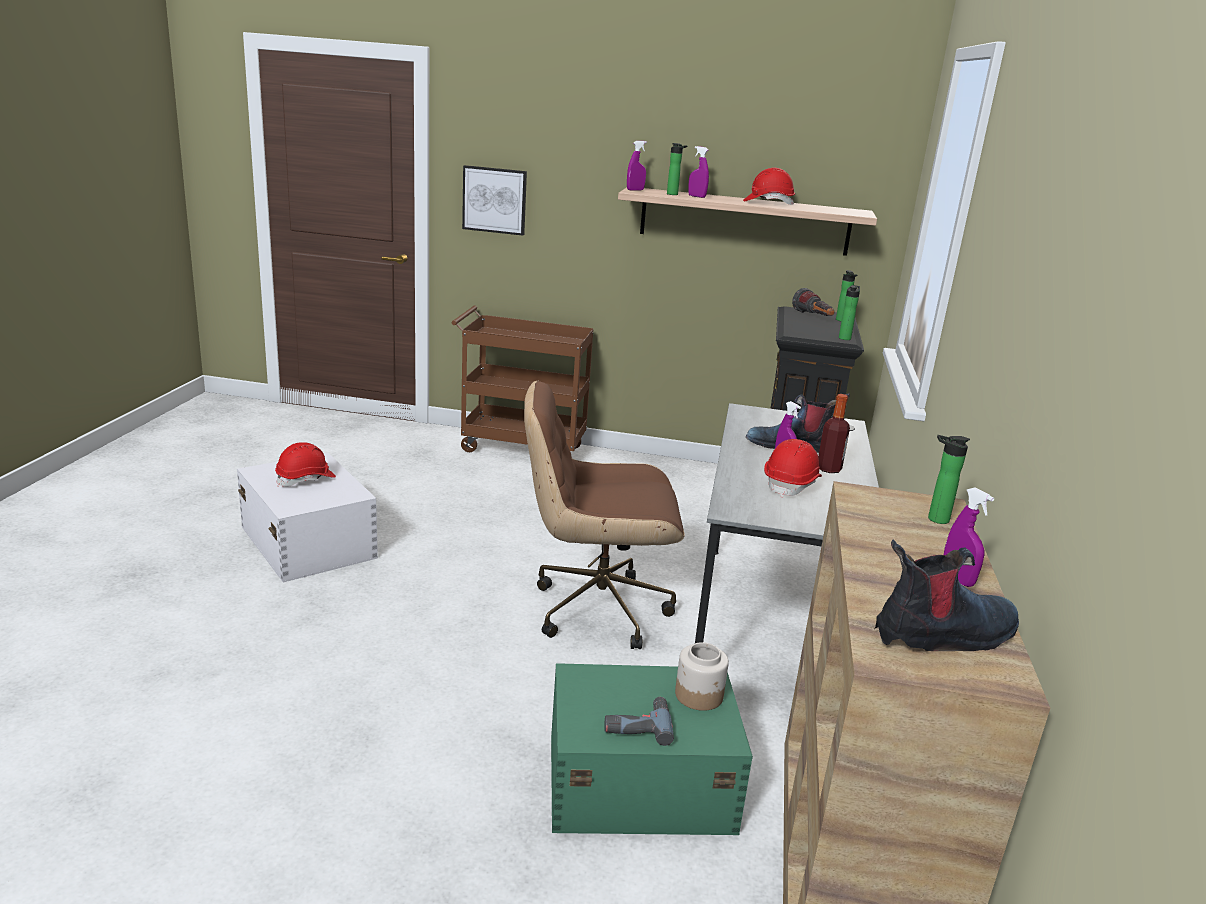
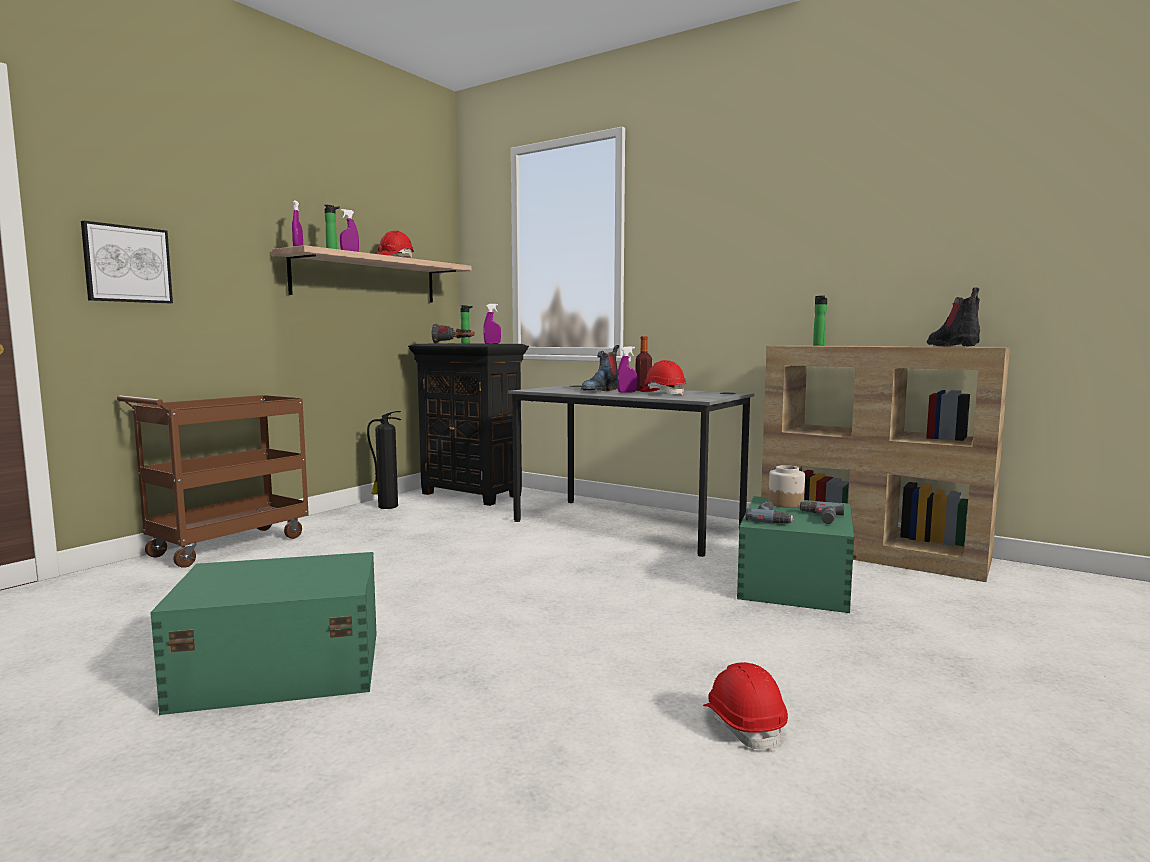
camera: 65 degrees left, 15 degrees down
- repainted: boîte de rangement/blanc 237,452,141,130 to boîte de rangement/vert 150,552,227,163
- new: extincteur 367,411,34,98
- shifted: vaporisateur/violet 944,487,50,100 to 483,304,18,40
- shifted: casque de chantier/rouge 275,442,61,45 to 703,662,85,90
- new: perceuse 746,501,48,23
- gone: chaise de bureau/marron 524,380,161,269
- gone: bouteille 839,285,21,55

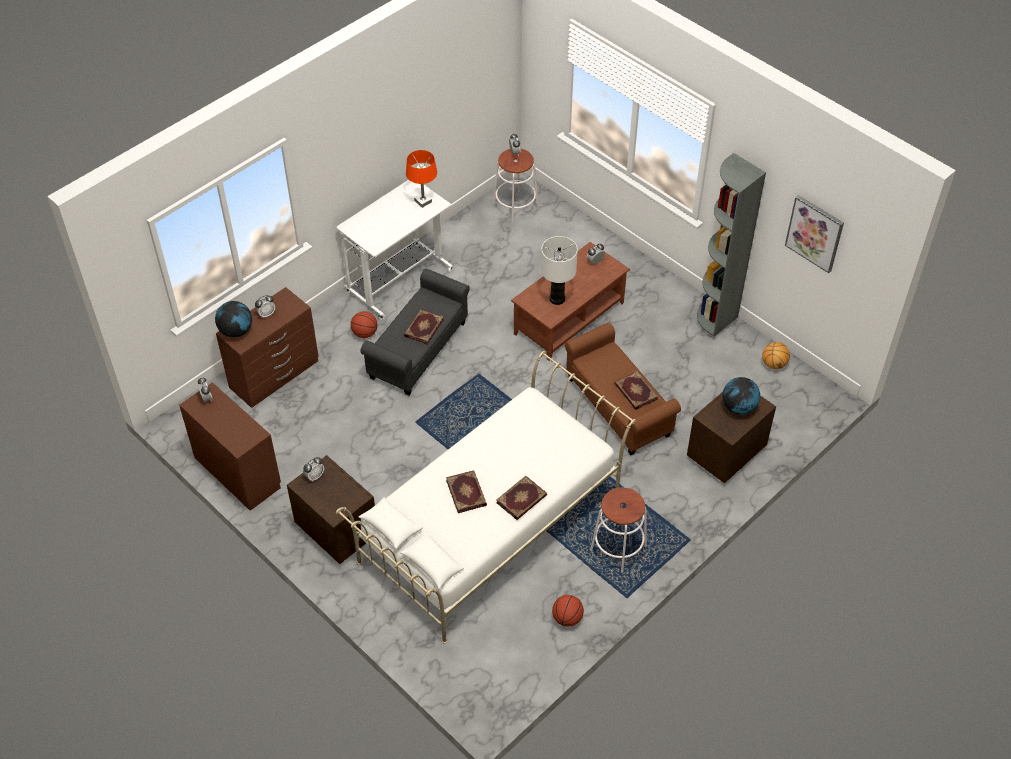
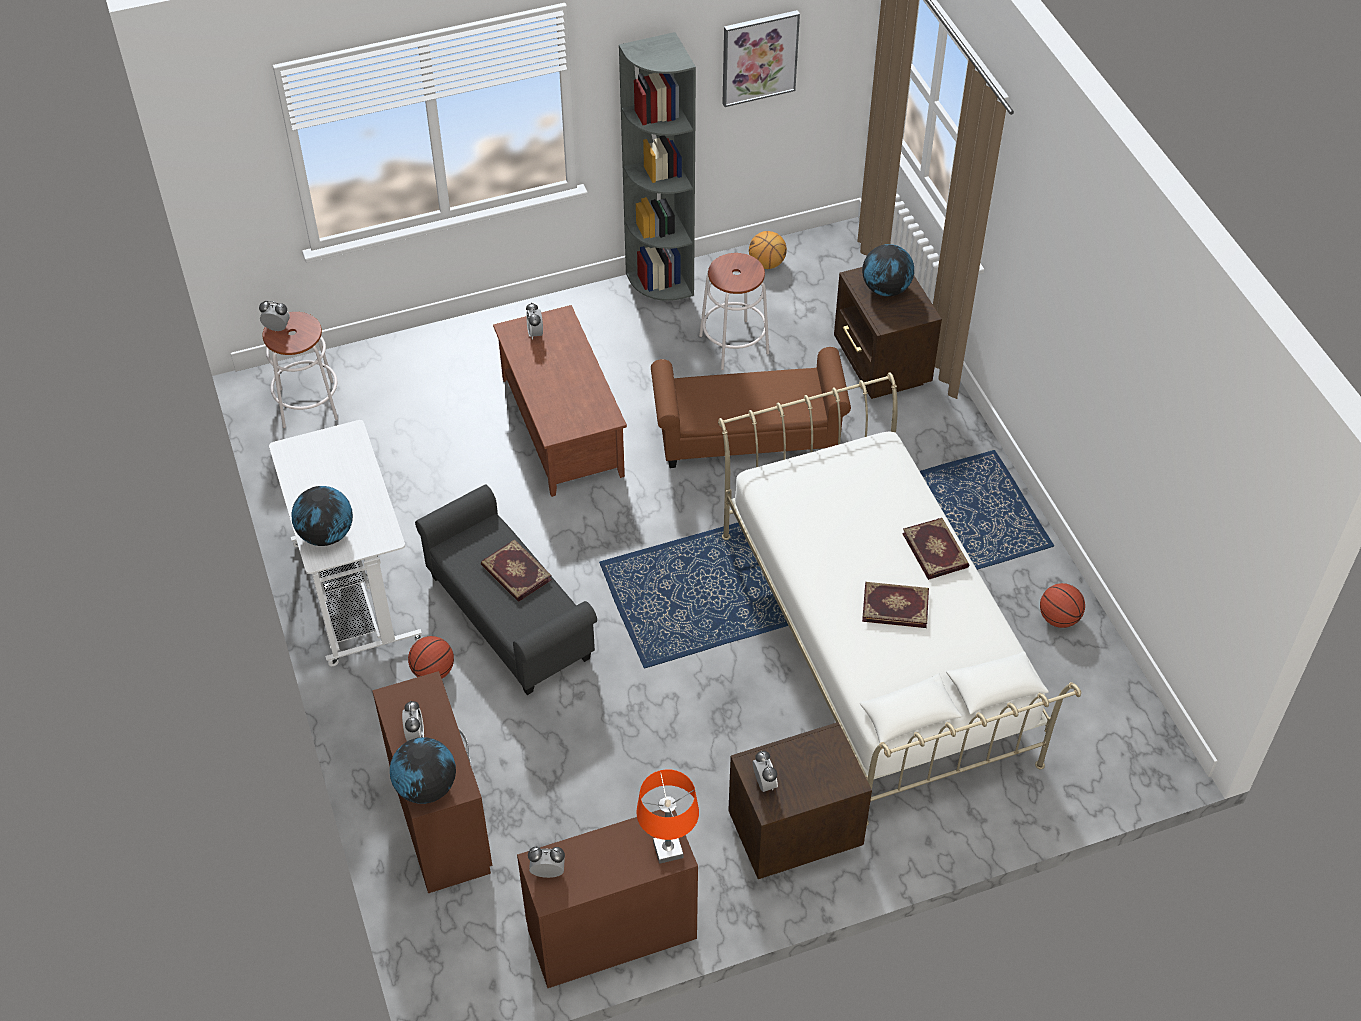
camera: 65 degrees left, 0 degrees up
- new: globe 291,486,62,60
- shifted: lampe de table/orange 406,150,31,58 to 636,769,63,95
- shifted: tabouret/blanc 590,488,57,85 to 699,253,70,117
- gone: lampe de table/blanc 541,236,37,69
- gone: livre 615,371,43,39

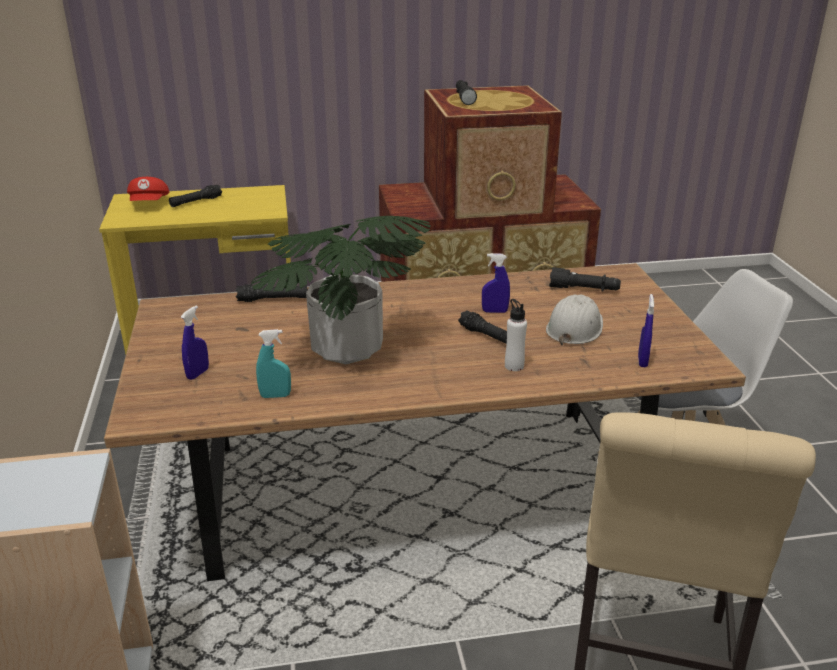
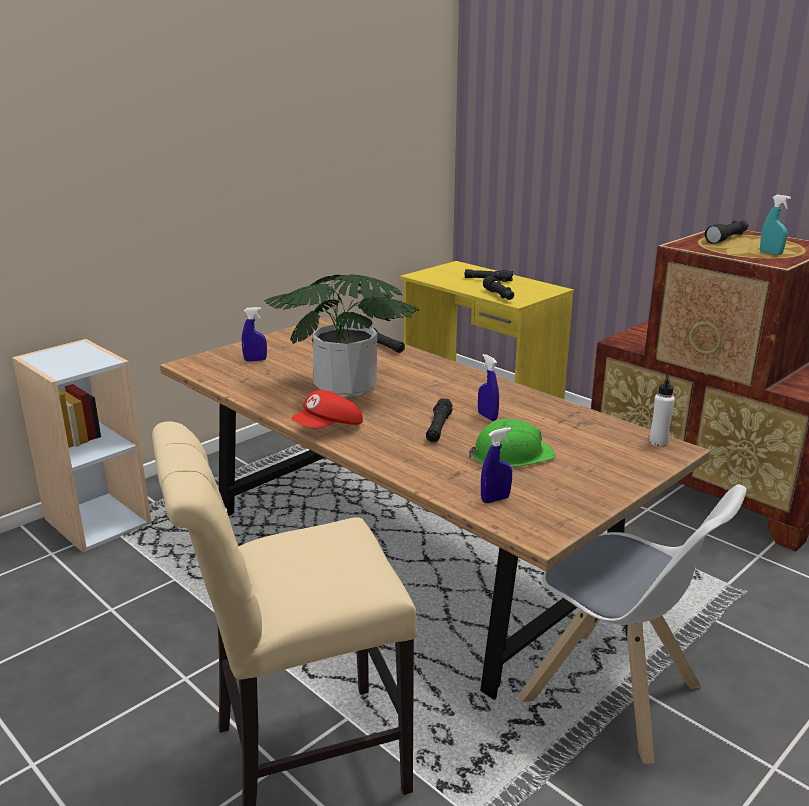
camera: 55 degrees right, 5 degrees down
- shifted: casquette/rouge 127,177,42,24 to 291,390,72,38
- repainted: casque de chantier/blanc 546,295,57,51 to casque de chantier/vert 469,419,87,48
- shifted: lampe de poche/noir 549,267,72,24 to 483,275,31,25
- shifted: bouteille/blanc 505,299,22,72 to 649,375,26,71
- shifted: vaporisateur/turquoise 256,329,35,69 to 760,195,31,60

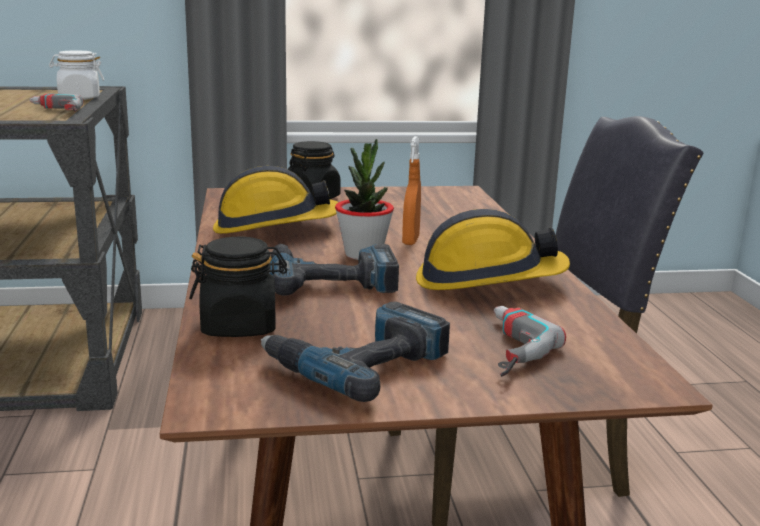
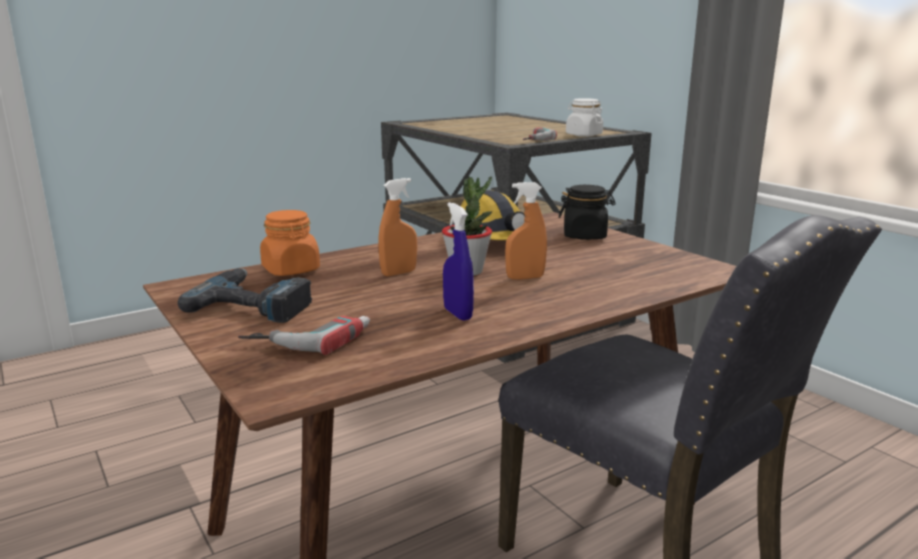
camera: 65 degrees right, 0 degrees up
- repainted: bocal/noir 189,237,98,100 to bocal/orange 260,210,60,66
- swapped: perceuse 269,244,130,51 to vaporisateur/orange 379,178,38,98
- swapped: casque de chantier 416,209,154,81 to vaporisateur/bleu 443,202,31,119

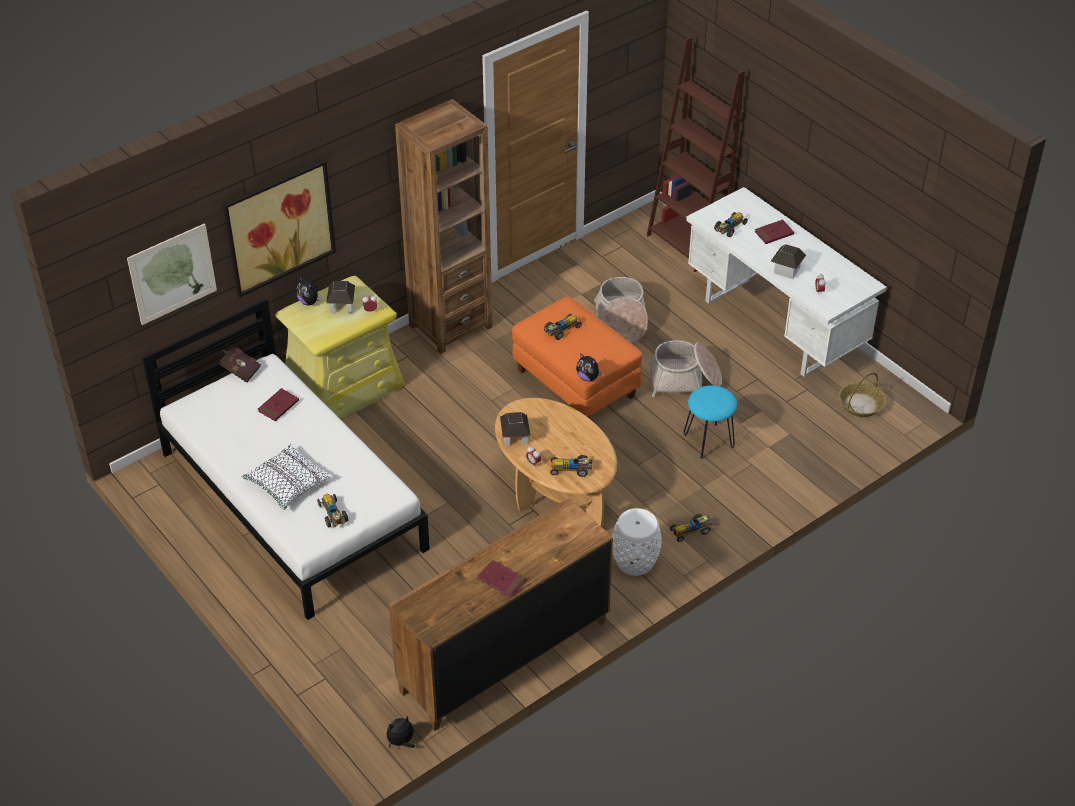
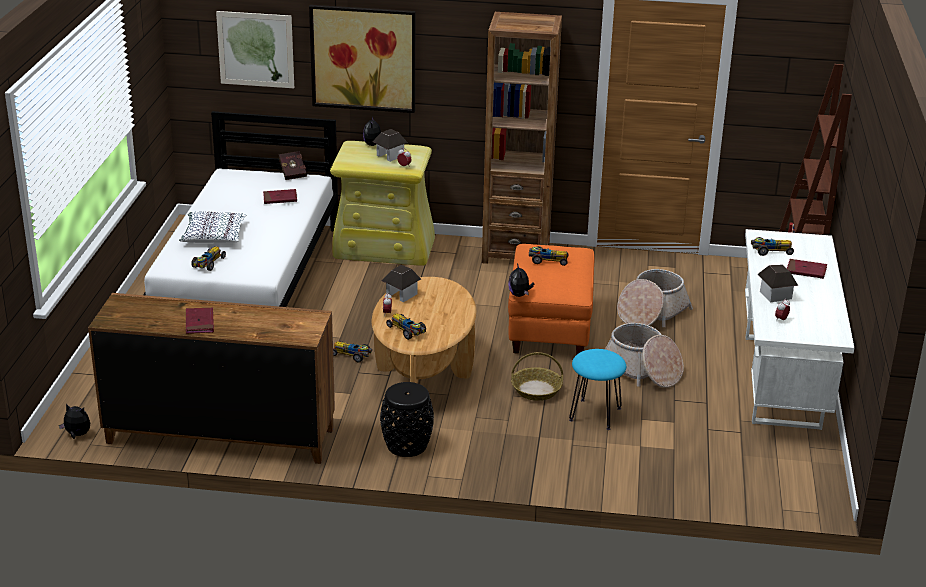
camera: 45 degrees right, 15 degrees down
- shifted: petite voiture 670,514,42,28 to 333,341,39,22
- repainted: tabouret/blanc 612,508,50,68 to tabouret/noir 380,382,54,75
- shifted: panier 839,372,47,45 to 511,352,52,49

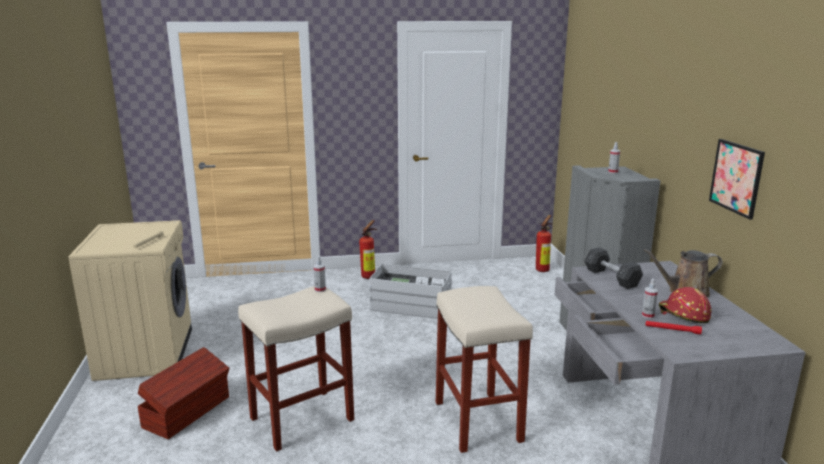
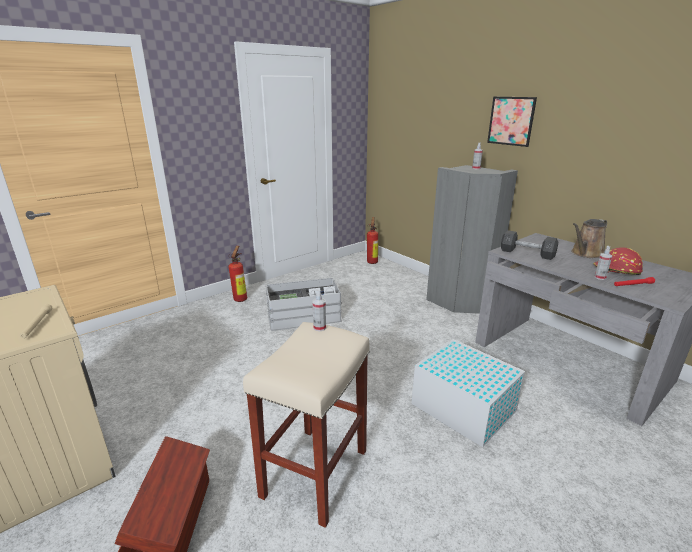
camera: 30 degrees left, 5 degrees up
- swapped: tabouret/beige 436,286,97,167 to boîte de rangement/blanc 412,339,113,108
- shifted: tableau 709,139,56,81 to 487,97,50,50

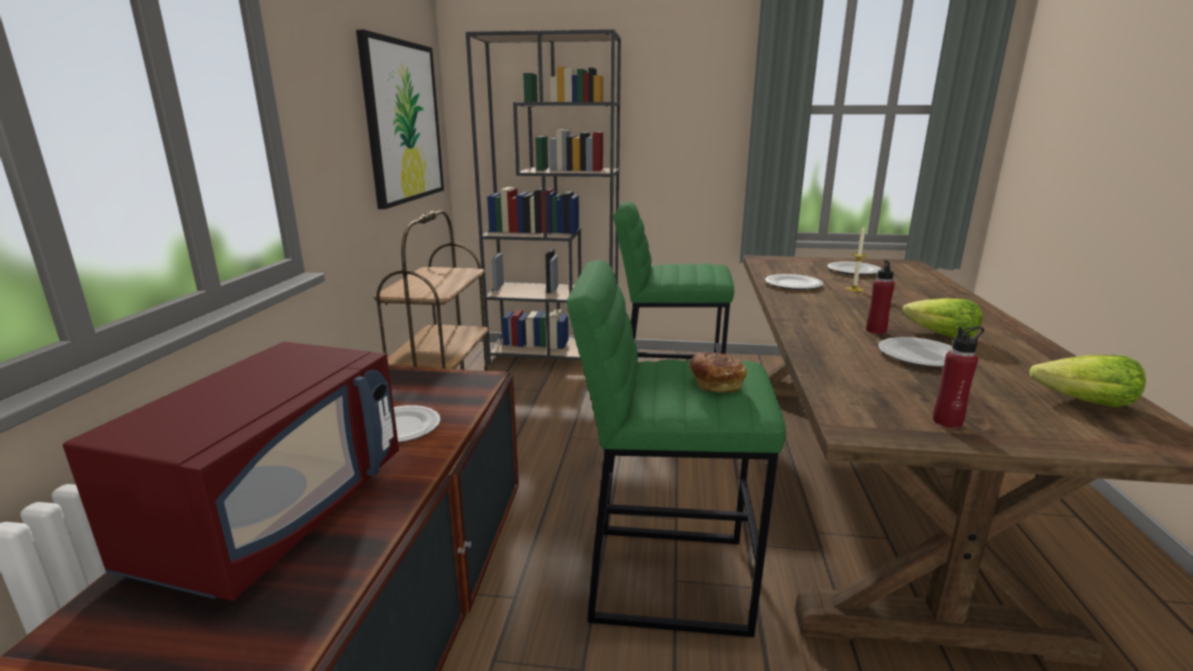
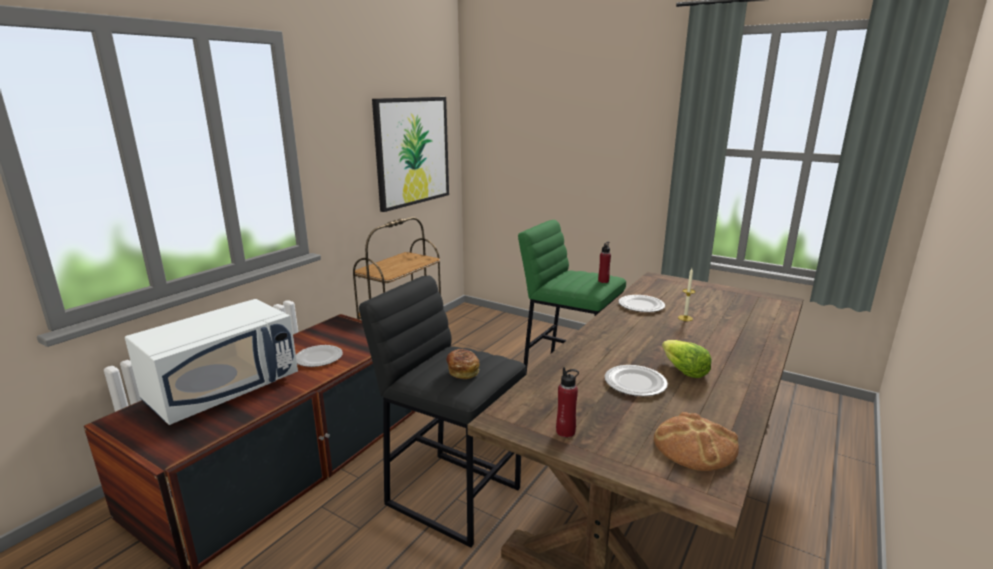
camera: 25 degrees right, 0 degrees up
- repainted: micro-ondes/rouge 63,342,336,259 to micro-ondes/blanc 125,299,173,126
- repainted: tabouret/vert 567,259,219,378 to tabouret/noir 359,276,167,272
- shifted: bouteille/rouge 866,260,29,74 to 598,242,13,41
- swapped: laitue 1029,355,117,52 to pain 654,412,85,59
- gone: bibliothèque 466,29,155,336
- gone: assiette 827,261,55,14

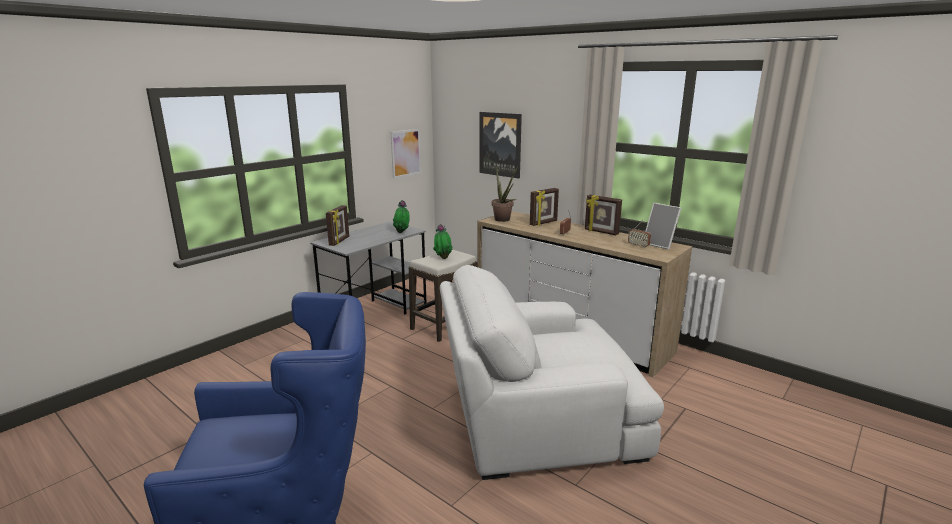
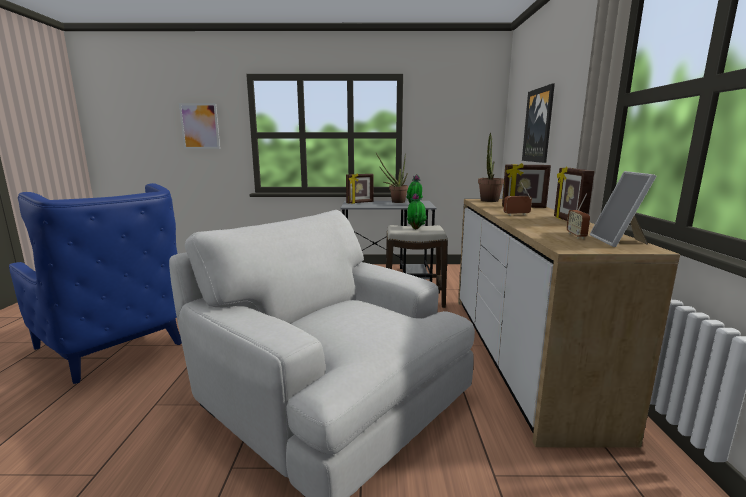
camera: 50 degrees right, 5 degrees down
- shifted: tableau 391,129,30,50 to 179,103,41,46
- new: plante en pot 376,153,32,50

